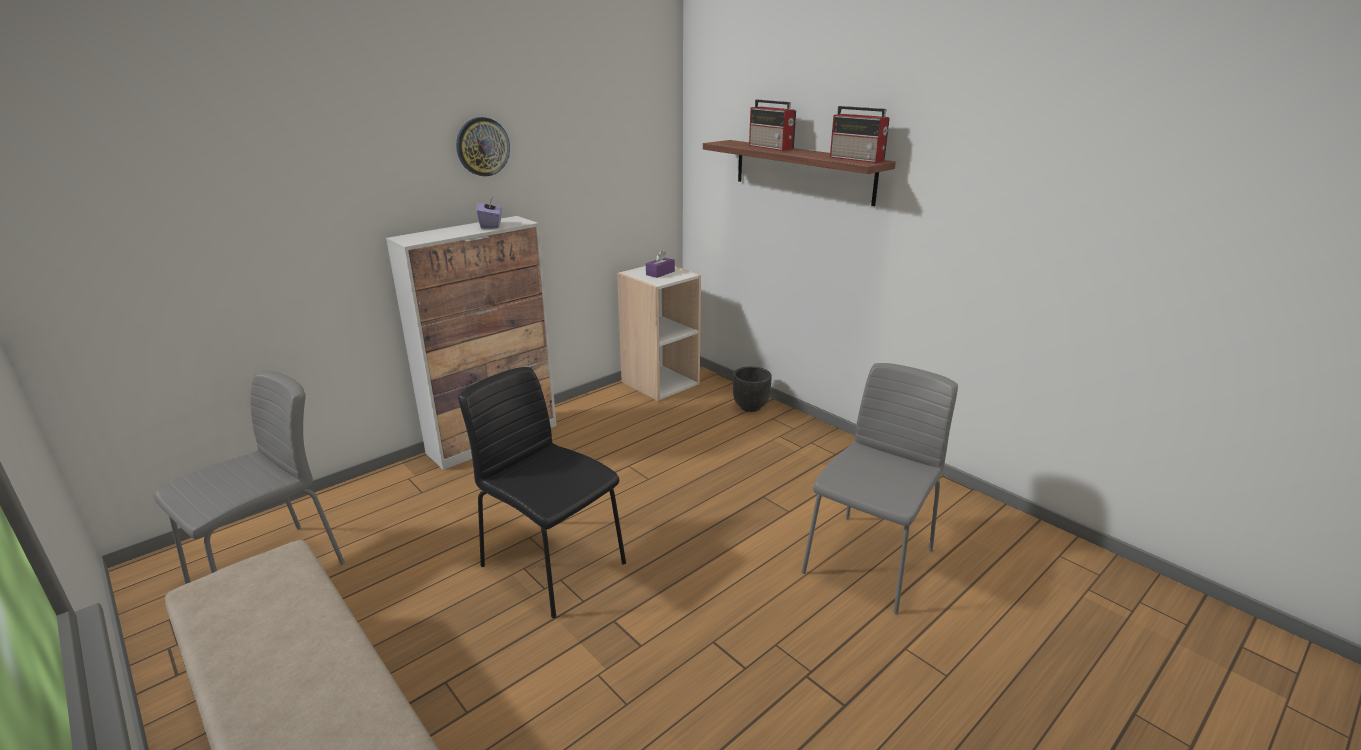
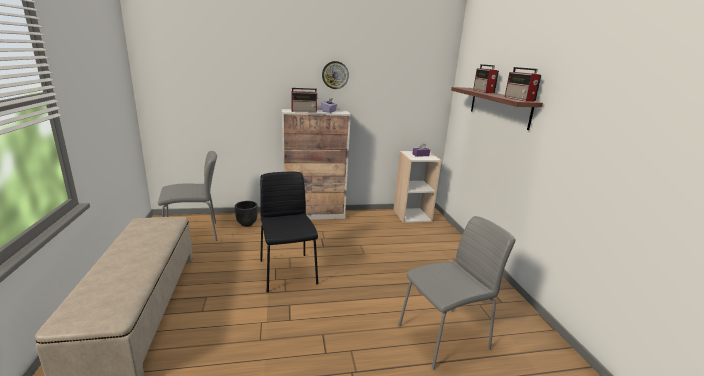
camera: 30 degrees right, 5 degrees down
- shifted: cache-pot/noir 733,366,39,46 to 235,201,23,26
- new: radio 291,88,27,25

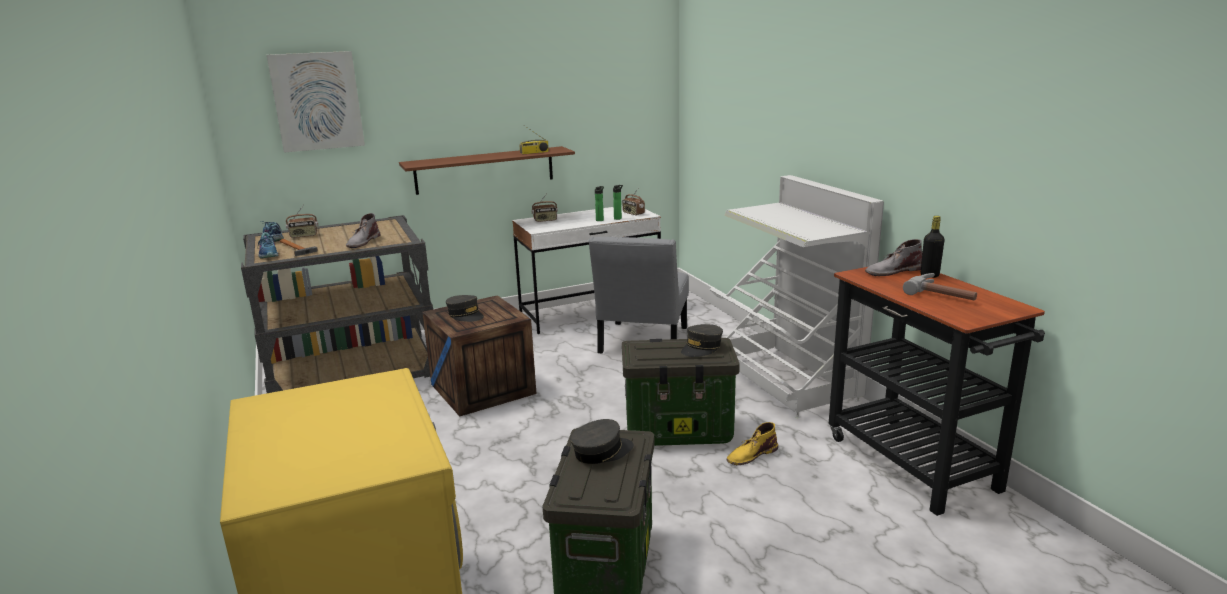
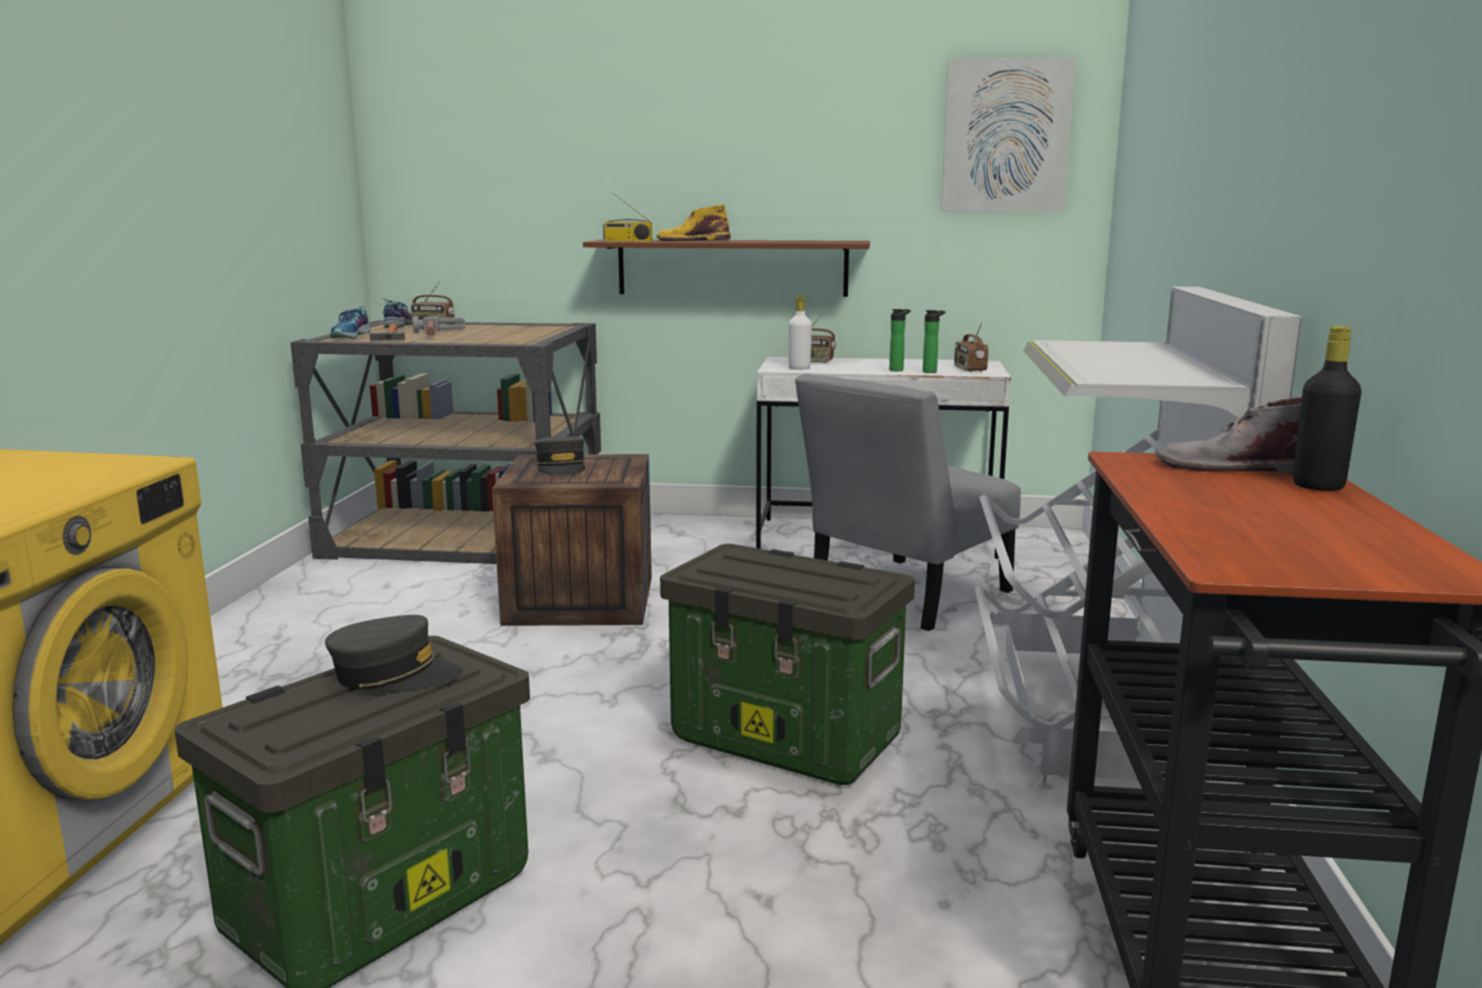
camera: 30 degrees right, 5 degrees down
- shifted: marteau 903,273,74,28 to 413,316,52,19
- shifted: radio 519,126,30,28 to 603,193,49,48
- shifted: botte/jaune 727,422,51,43 to 656,205,75,36
- new: bouteille/blanc 788,295,24,75
- shifted: tableau 267,51,98,102 to 941,57,135,154
- gone: botte/gris 346,213,35,35
- gone: casquette/gris 681,324,42,33

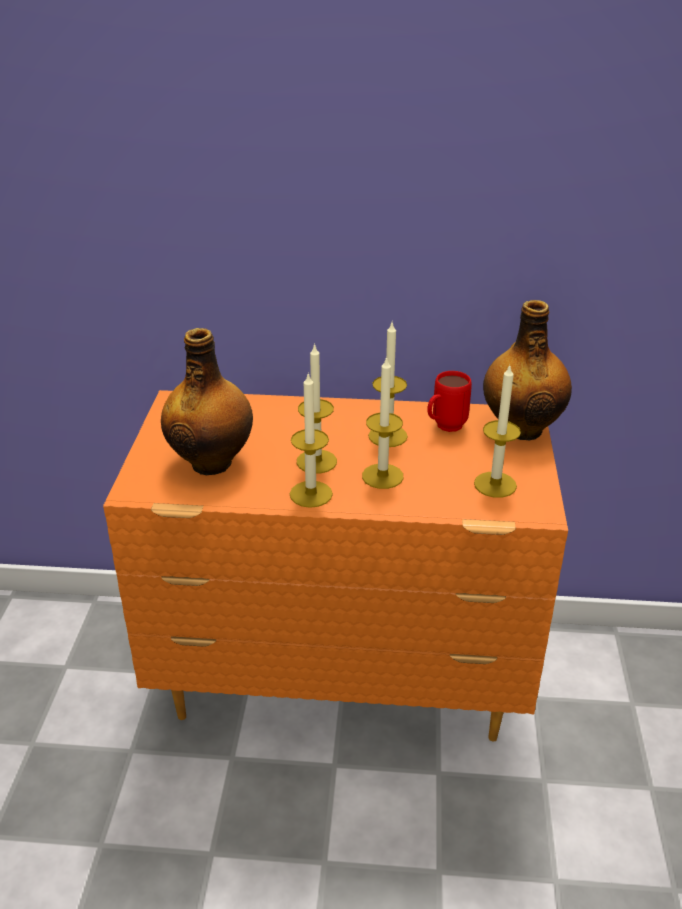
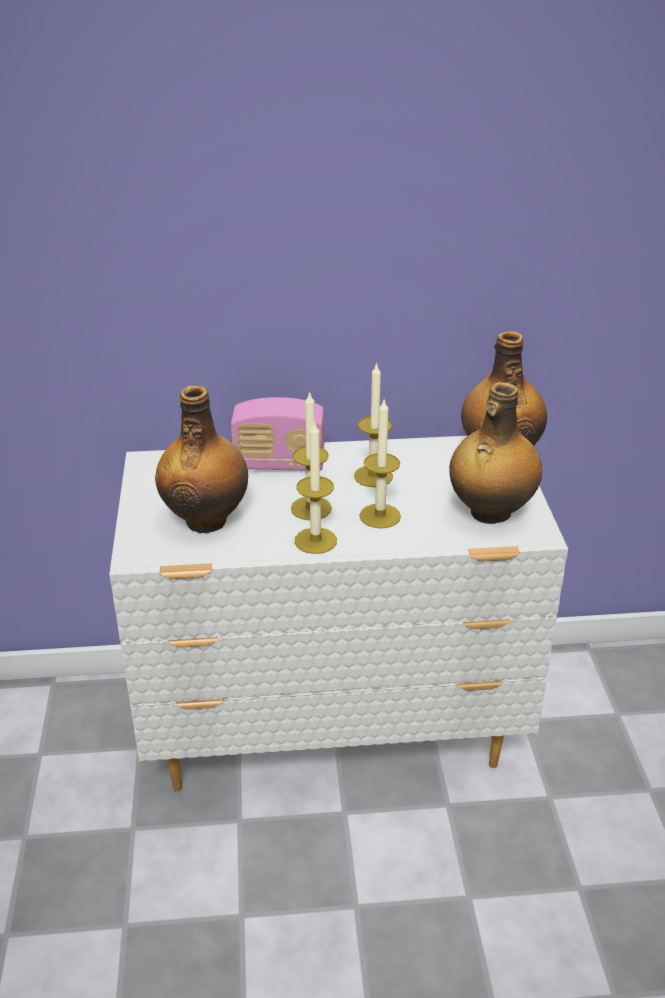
camera: 10 degrees left, 0 degrees up
- repainted: commode/orange 103,390,465,352 to commode/blanc 109,436,459,355
- new: radio 231,397,93,74
- swapped: bougie 474,365,47,133 to bouteille 449,382,93,142
- gone: mug/rouge 427,371,45,61

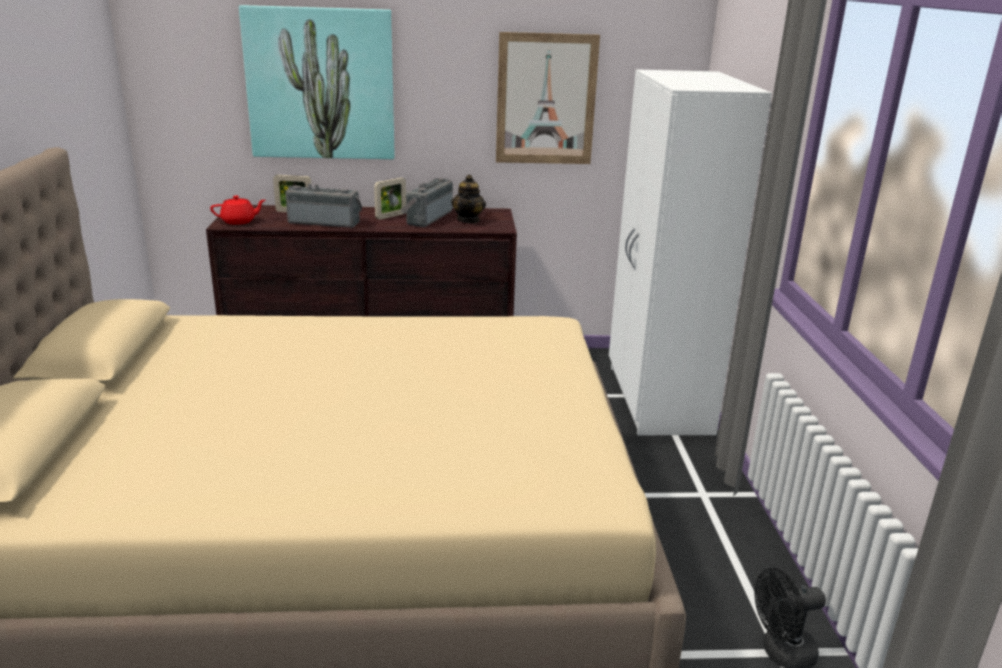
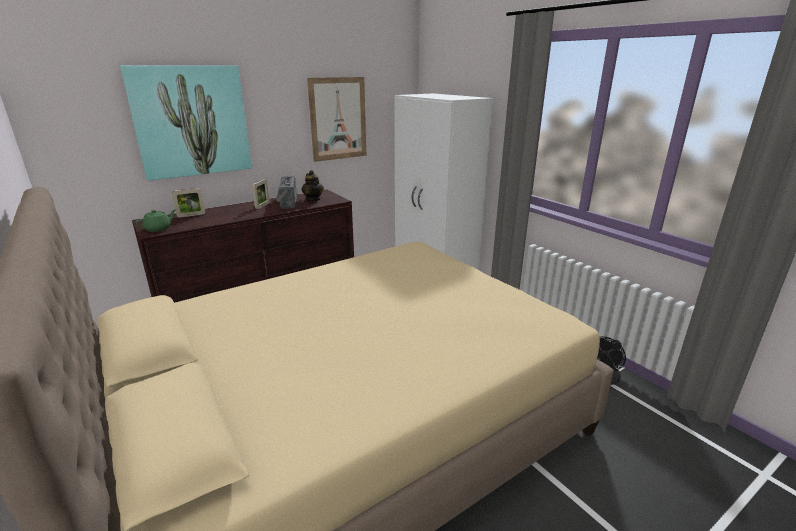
camera: 30 degrees left, 0 degrees up
- repainted: théière/rouge 210,196,55,29 to théière/vert 135,209,41,23
- gone: radio 285,184,77,44

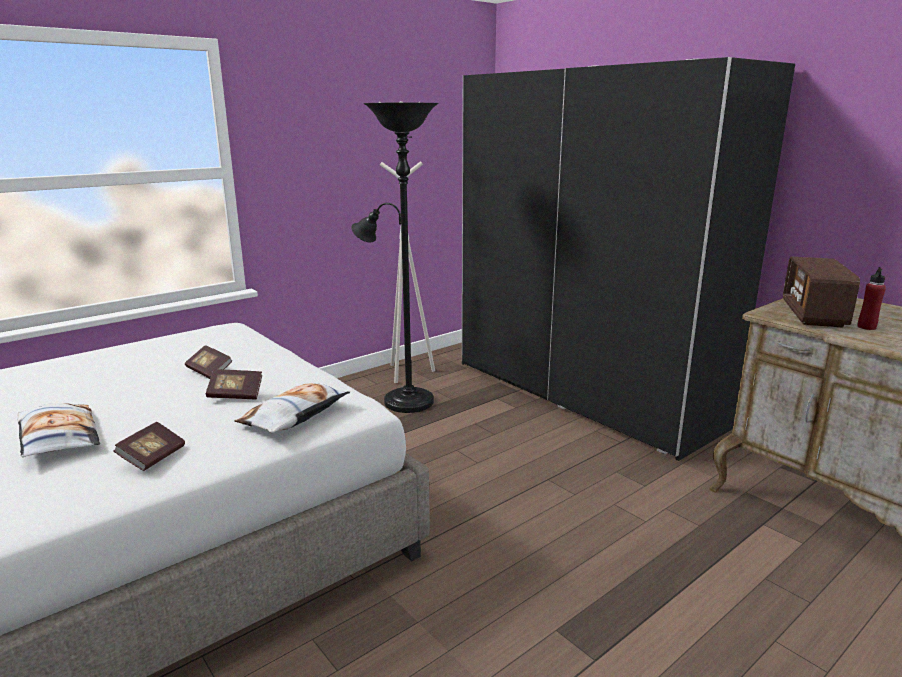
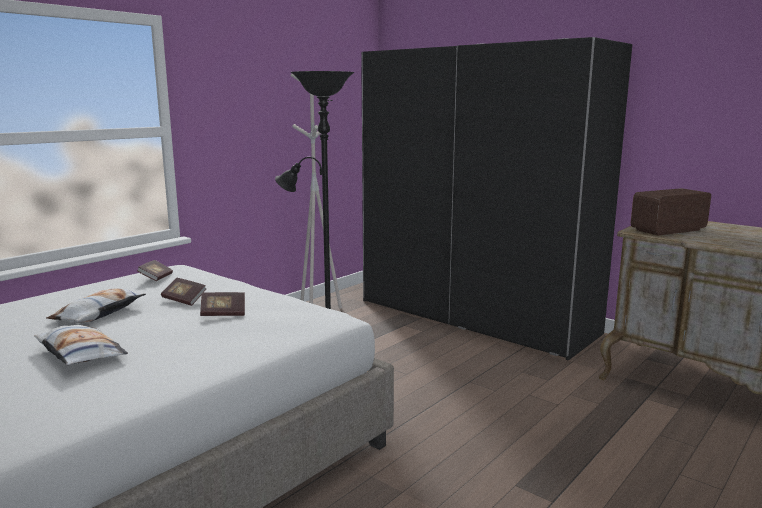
camera: 10 degrees left, 5 degrees down
- shifted: coussin 234,383,116,50 to 46,289,100,34
- shifted: livre 113,422,72,49 to 137,260,36,21
- rotated: radio 783,257,77,71 = 631,188,80,48 60 degrees clockwise
- gone: bouteille/rouge 857,267,29,63

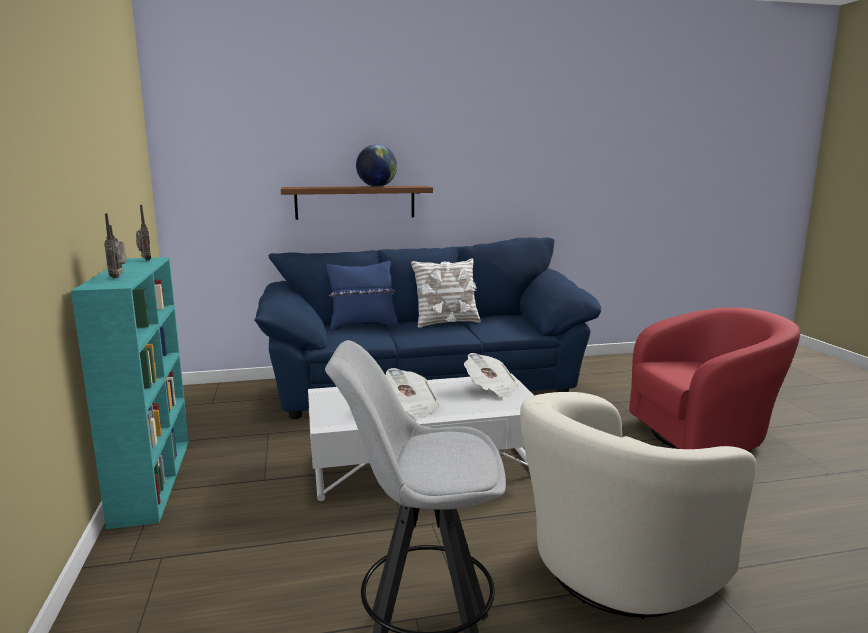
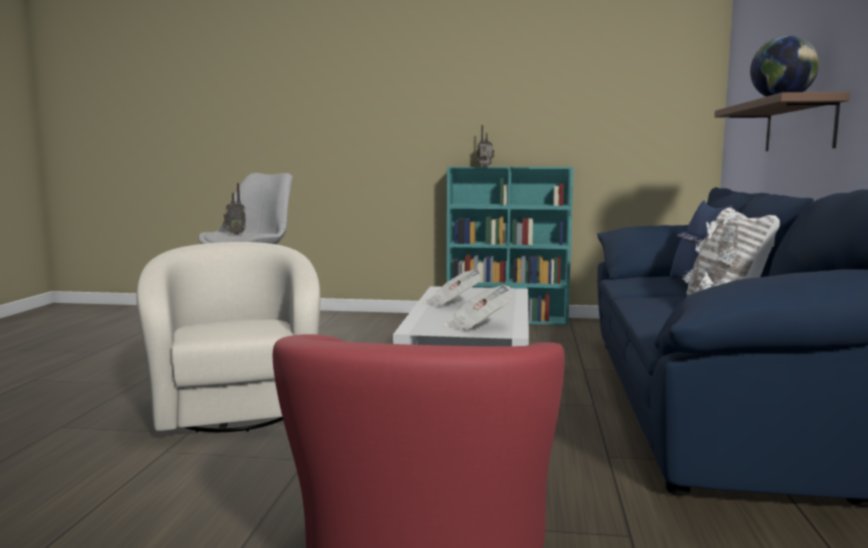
camera: 110 degrees right, 5 degrees down
- shifted: radio 136,205,15,56 to 223,183,23,52

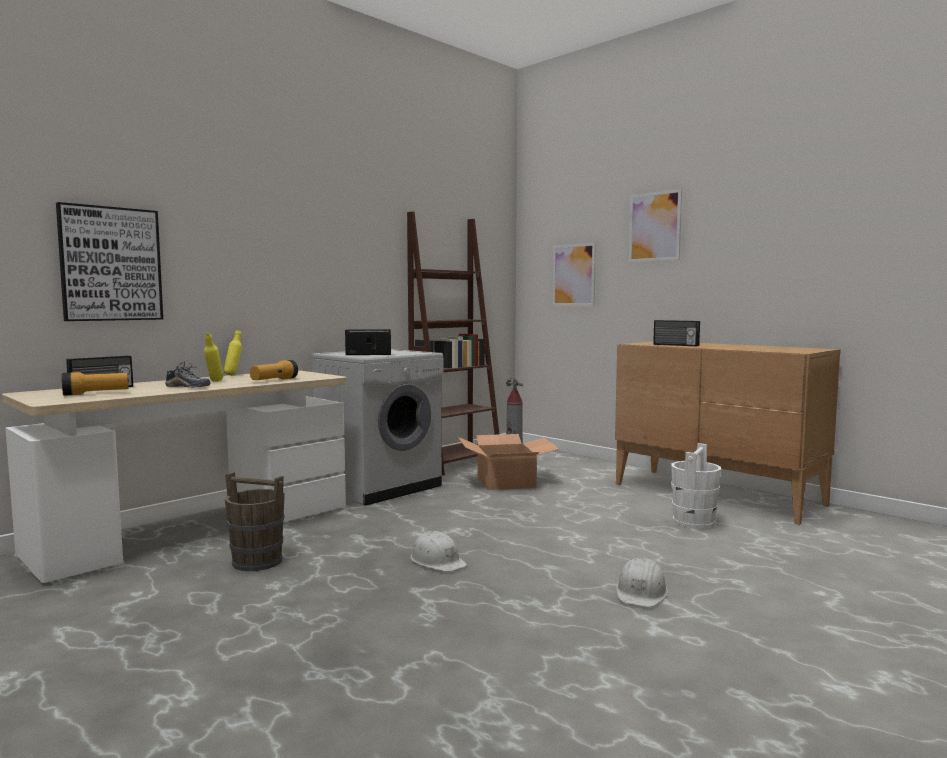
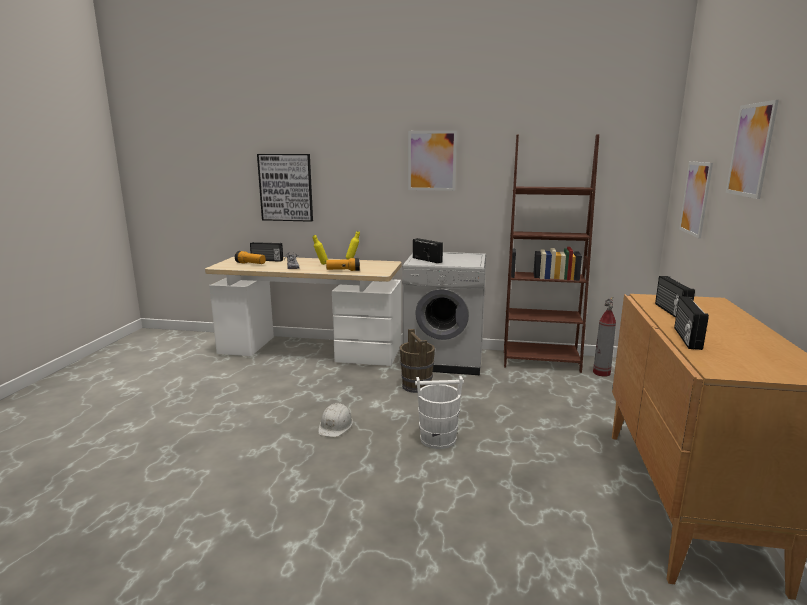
camera: 55 degrees right, 10 degrees up
- shifted: seau/marron 225,472,60,99 to 400,329,35,64
- new: tableau 408,131,49,60
- shifted: seau/blanc 671,443,50,86 to 415,376,49,73
- new: radio 674,296,35,54
- gone: carton 457,434,102,56
- gone: casque de chantier/blanc 616,557,52,50

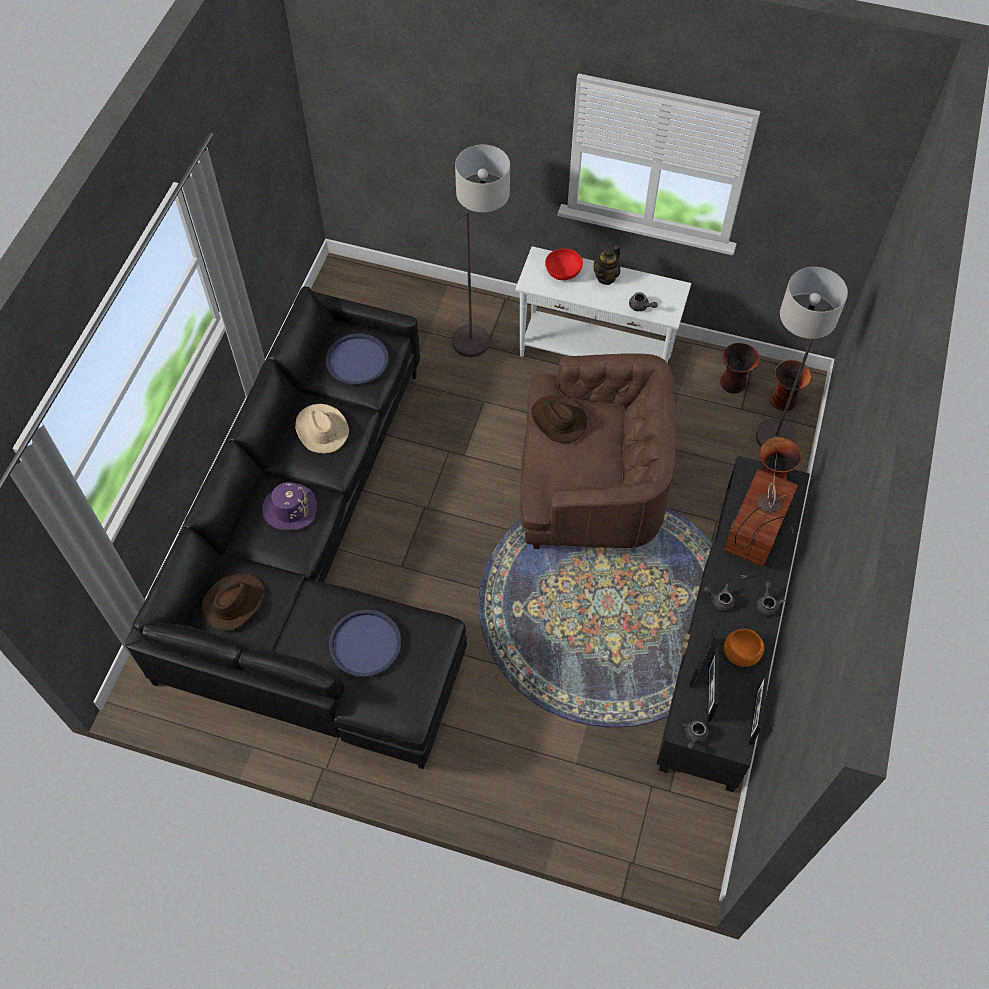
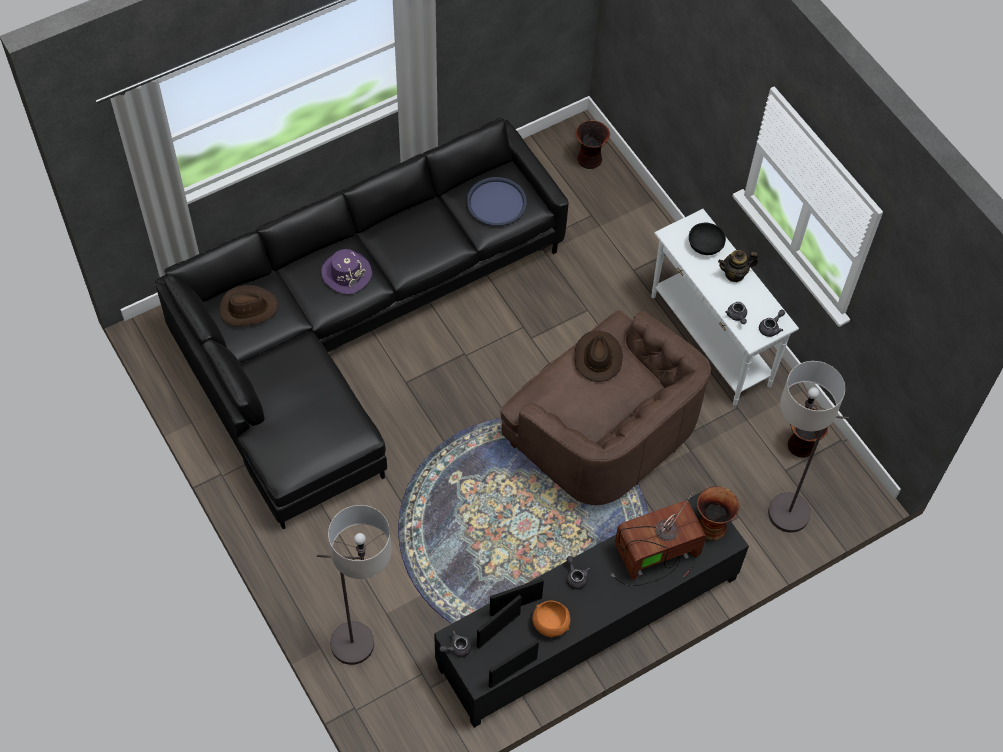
camera: 40 degrees right, 0 degrees up
- shifted: lampadaire/gris 451,145,59,212 to 317,505,75,160
- shifted: vase 770,360,42,51 to 576,120,34,49
- repainted: bol/rouge 545,249,38,31 to bol/noir 689,223,37,32
- shifted: théière/gris 756,581,29,36 to 759,310,26,27
- gone: chapeau/beige 295,404,54,50
- gone: plateau/bleu 329,610,72,67

